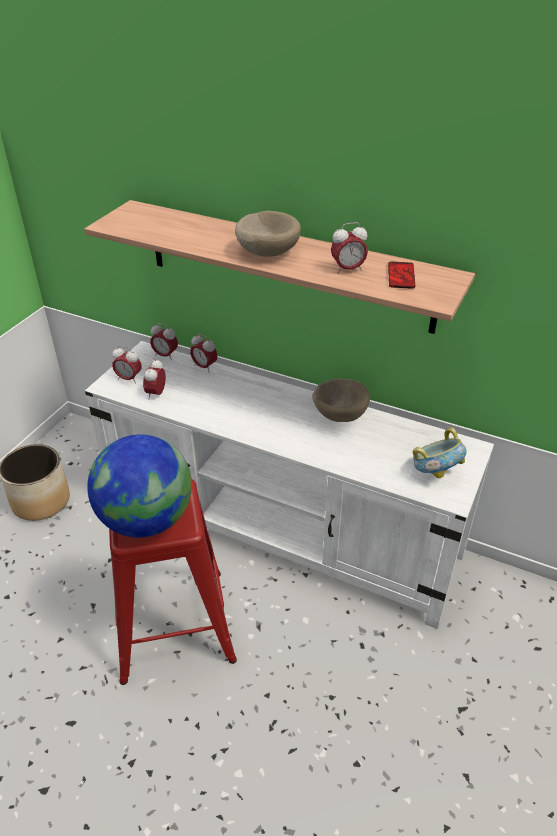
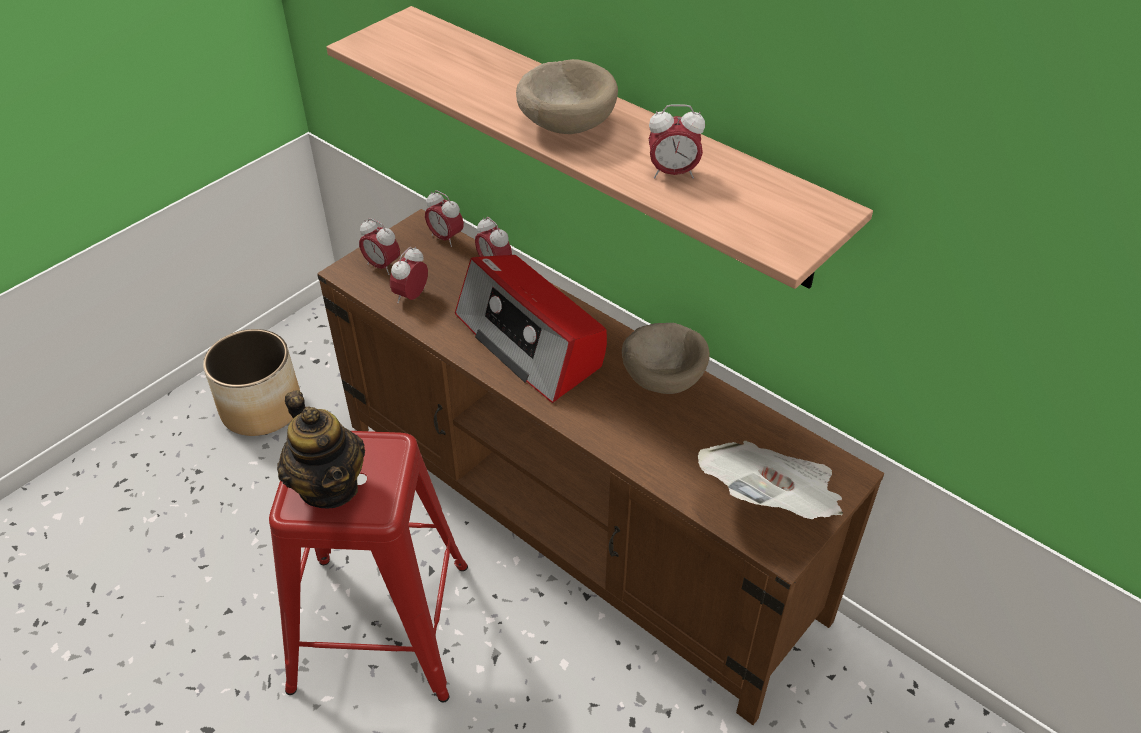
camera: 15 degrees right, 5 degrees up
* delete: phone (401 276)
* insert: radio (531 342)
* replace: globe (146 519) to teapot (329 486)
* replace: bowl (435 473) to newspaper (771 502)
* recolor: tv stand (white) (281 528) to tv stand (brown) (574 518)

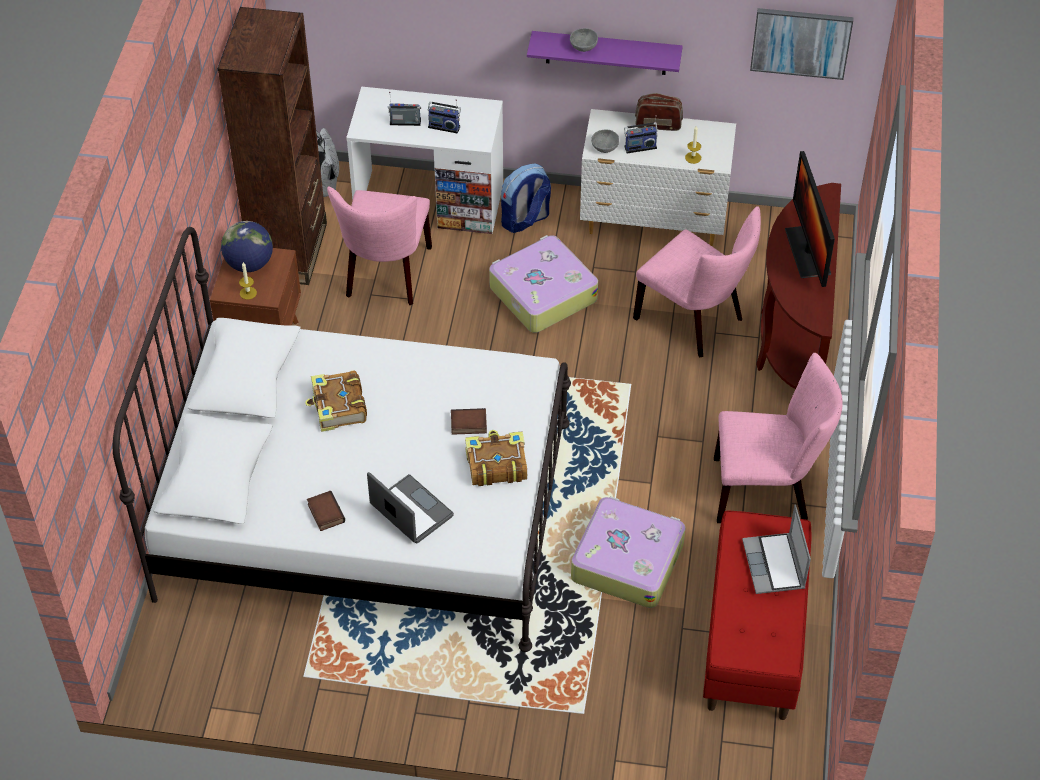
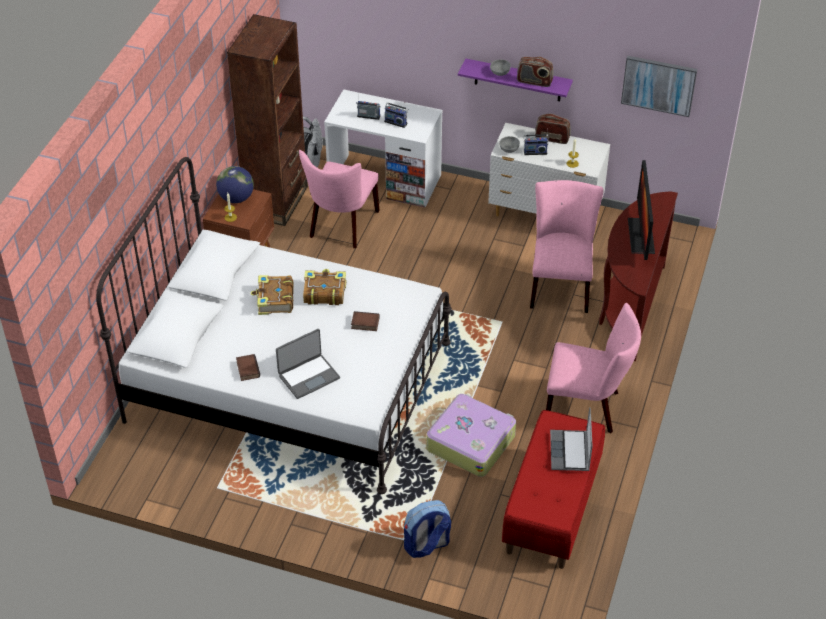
camera: 10 degrees right, 5 degrees down
* delete: suitcase (541 293)
* insert: radio (534 81)
* move: book (495 465) to (324 292)
* move: backpack (525 220) to (426 545)
* rotate: laptop (410 511) = (308 376) 90 degrees clockwise
* rotate: chair (pink) (695 320) = (560 284) 135 degrees counterclockwise

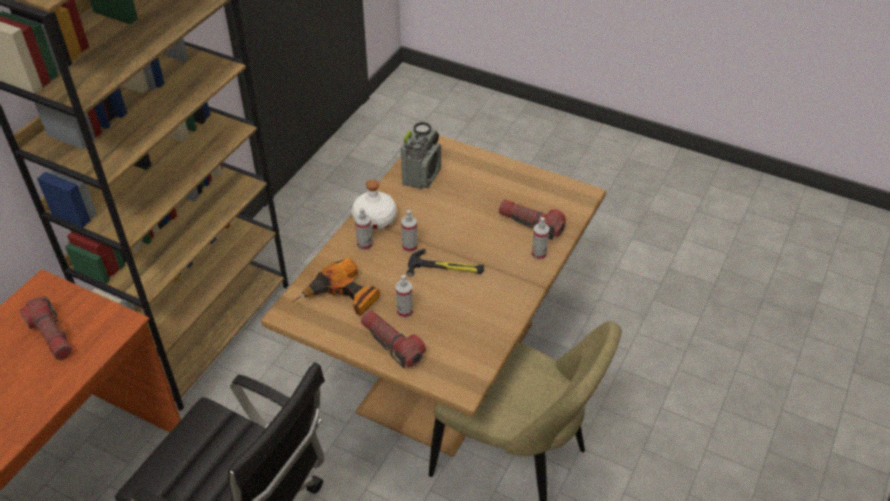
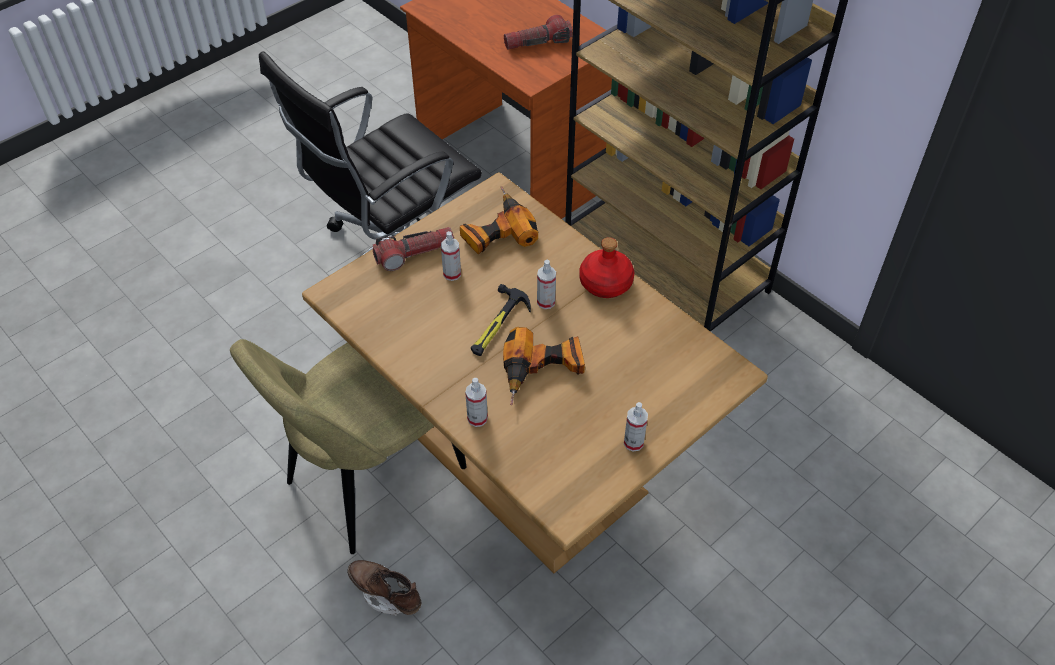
camera: 110 degrees right, 5 degrees up
* delete: radio (422 176)
* delete: flashlight (531 224)
* insert: boot (brown) (386 593)
* insert: power drill (543 371)
* move: spray bottle (365 245) to (633 442)
* recolor: bottle (white) (375 218) to bottle (red) (606 283)

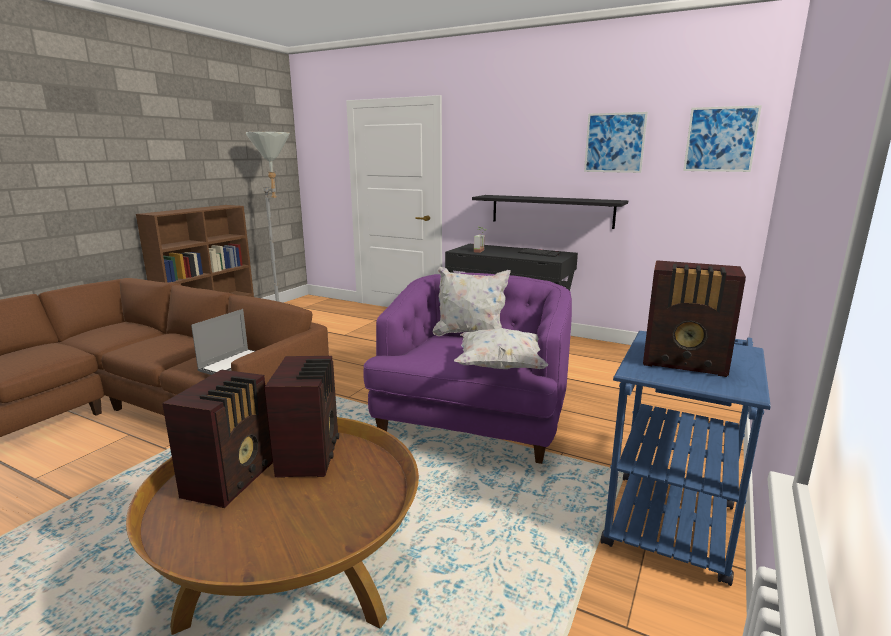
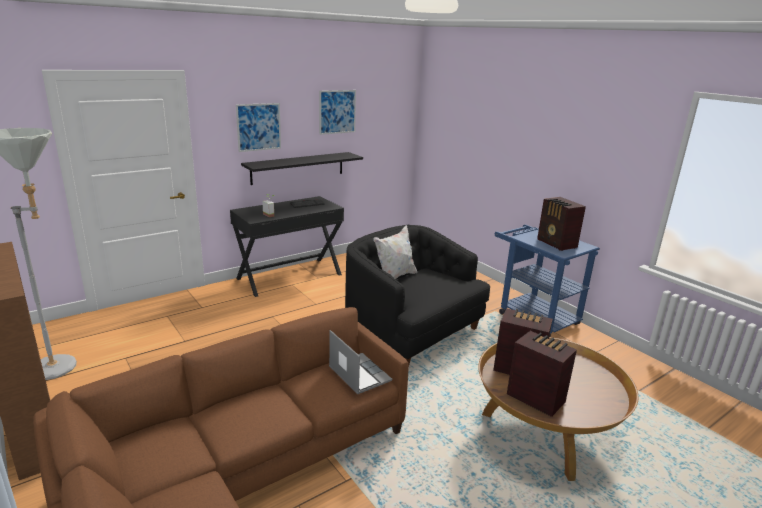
camera: 65 degrees left, 5 degrees up
* delete: pillow (white) (500 367)
* move: picture (720 139) to (259 127)
* recolor: armchair (purple) (473 420) to armchair (black) (411 331)
* rotate: radio (686 363) = (556 244) 105 degrees clockwise

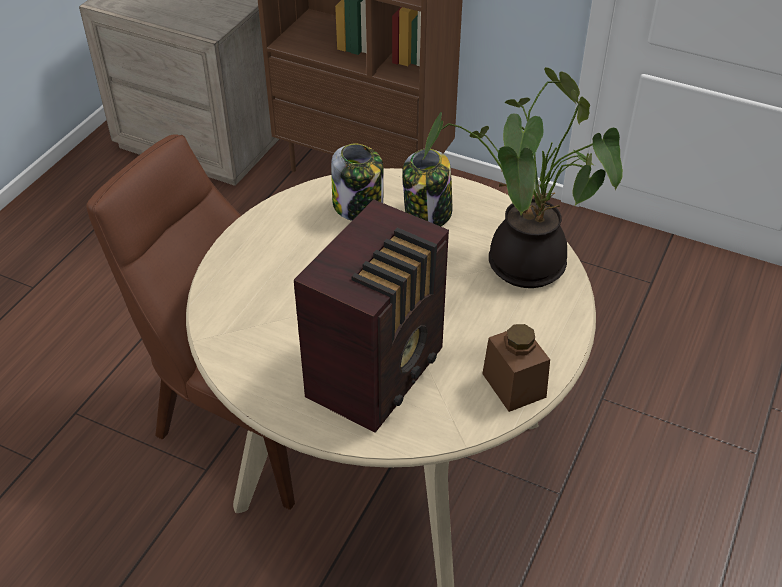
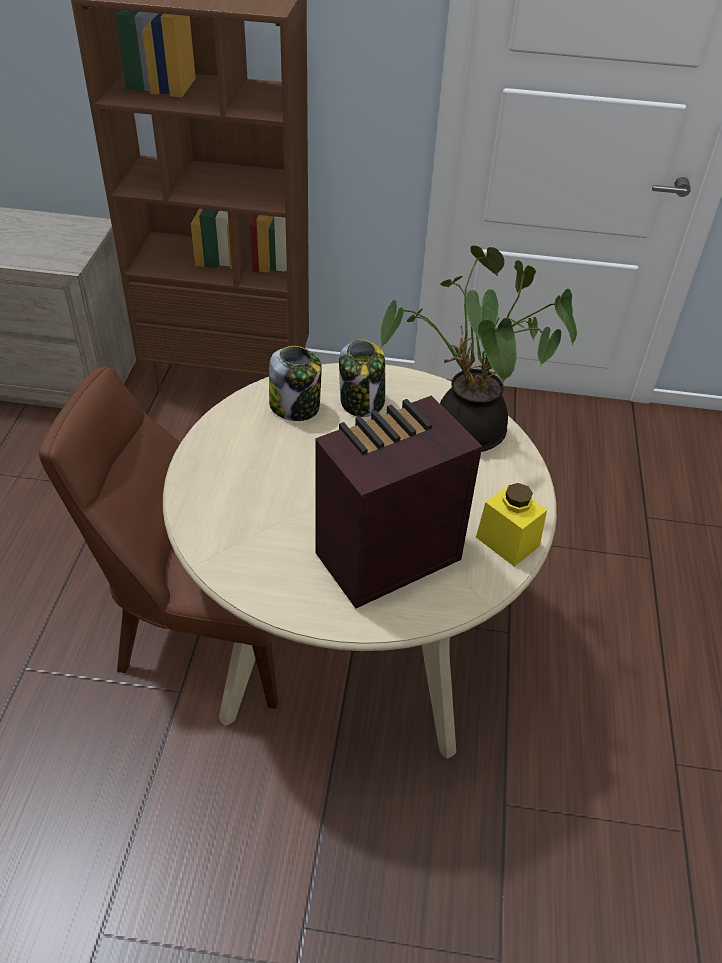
camera: 20 degrees left, 0 degrees up
* recolor: jar (brown) (514 385) to jar (yellow) (507 541)
* rotate: radio (379 372) = (384 557) 135 degrees counterclockwise

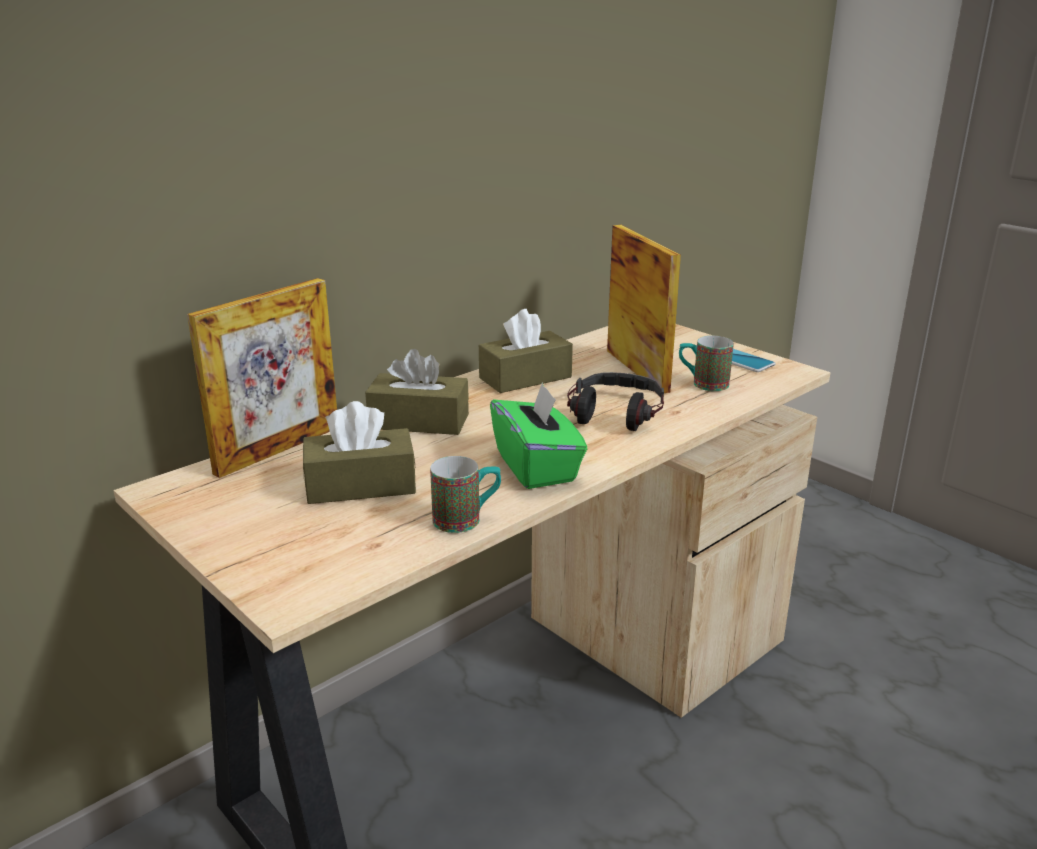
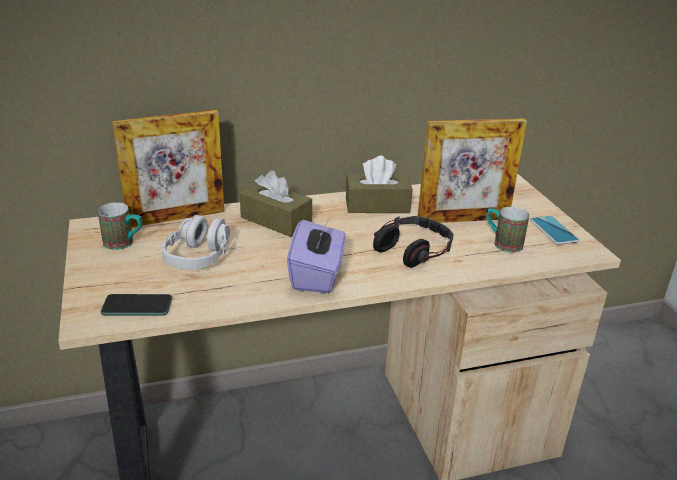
camera: 25 degrees right, 5 degrees up
* insert: phone (137 306)
* move: mug (467 519) to (124 243)
* replace: tissue box (brown) (360 485) to headphones (grey) (198 256)
* recolor: tissue box (green) (537 467) to tissue box (purple) (317 275)
* rotate: picture frame (637 370) = (463 219) 75 degrees clockwise

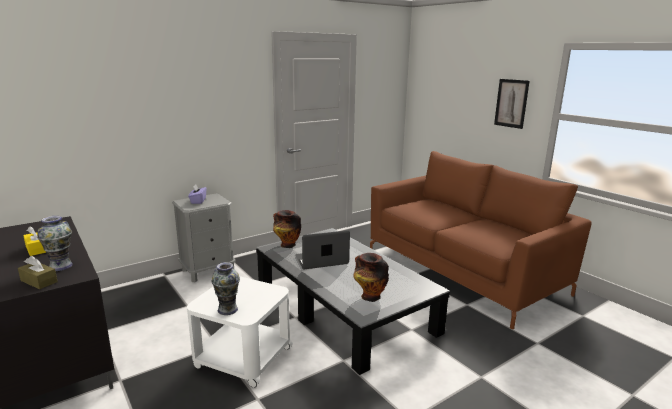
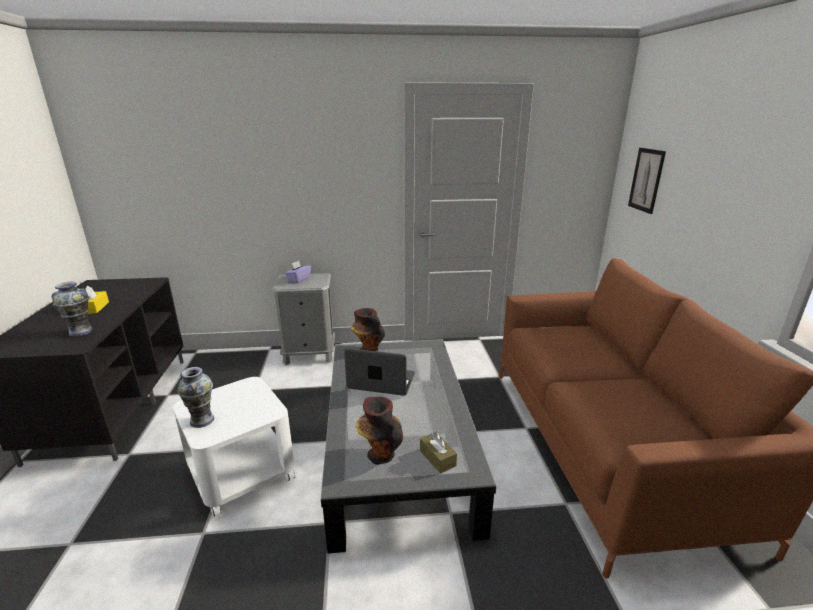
camera: 30 degrees right, 5 degrees up
* move: tissue box (brown) (39 281) to (437 458)
* move: picture (511 103) to (646 180)

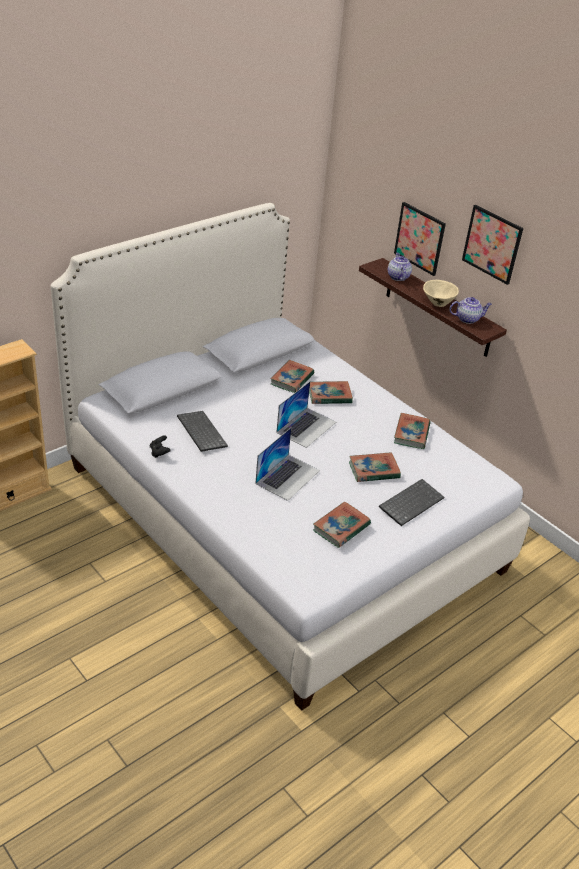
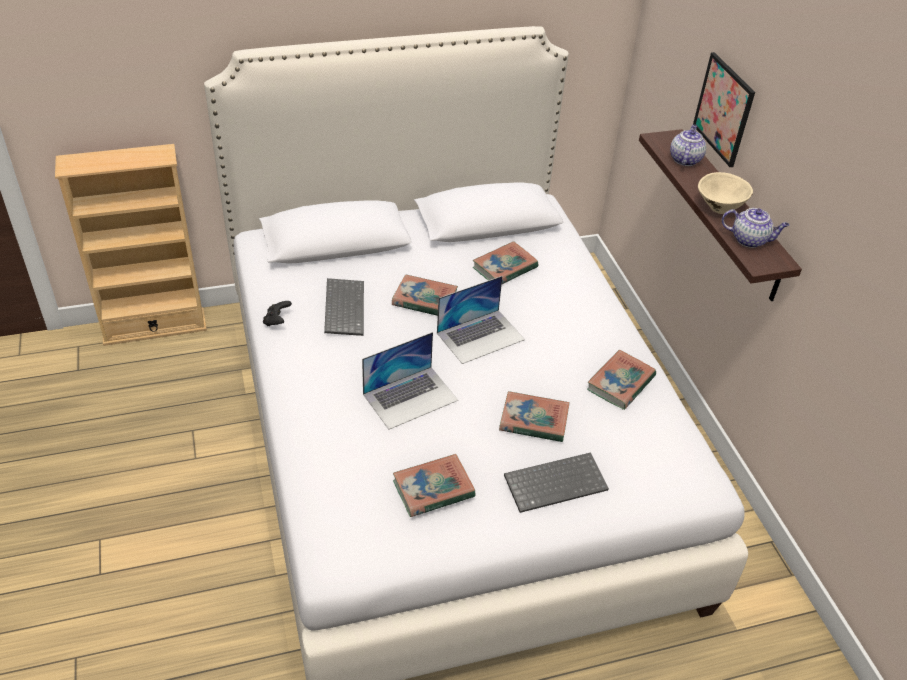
camera: 25 degrees right, 5 degrees up
* delete: picture (492 244)
* move: book (329 395) to (424 300)

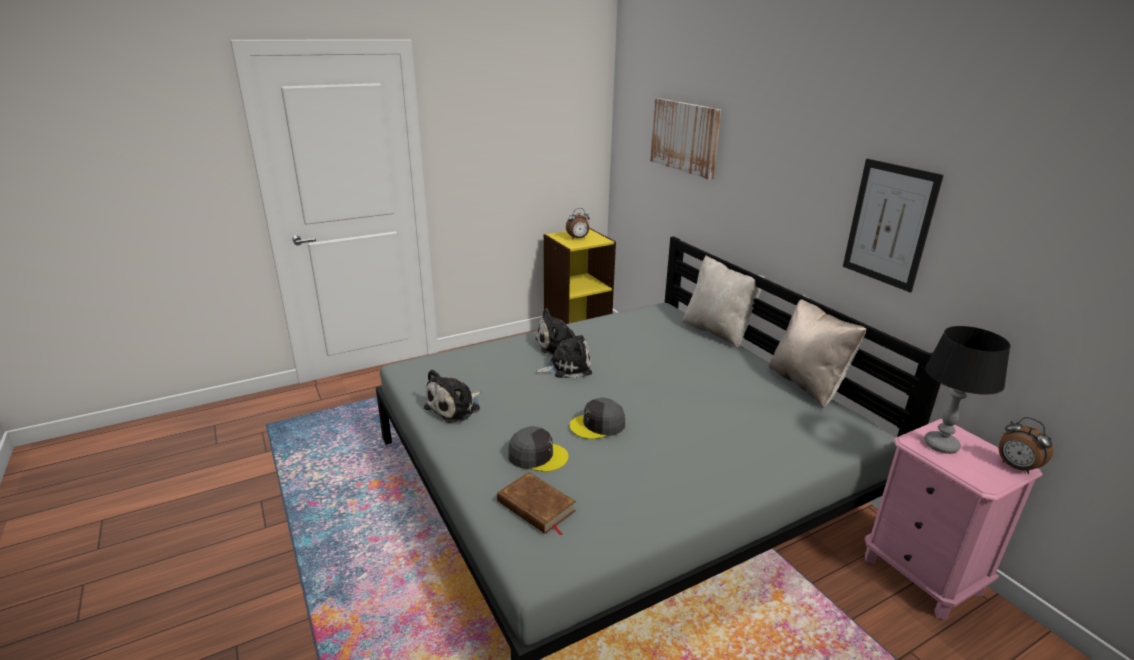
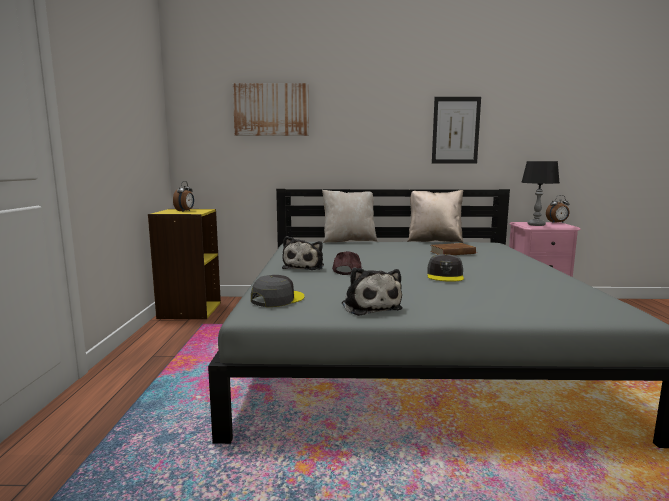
camera: 60 degrees left, 15 degrees down
* move: book (brown) (536 507) to (452 252)
* move: cap (grey) (537 455) to (277 299)
* replace: plush toy (567 367) to cap (brown) (346 270)

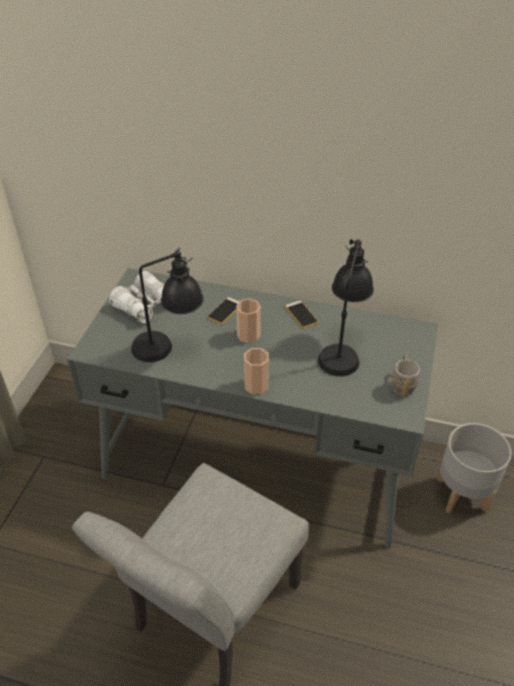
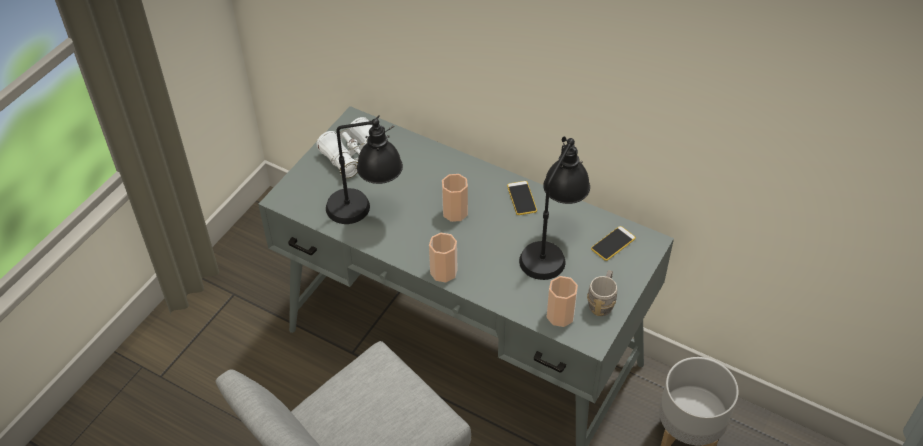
camera: 15 degrees right, 5 degrees up
* insert: cup (560 315)
* move: phone (225 311) to (613 243)

